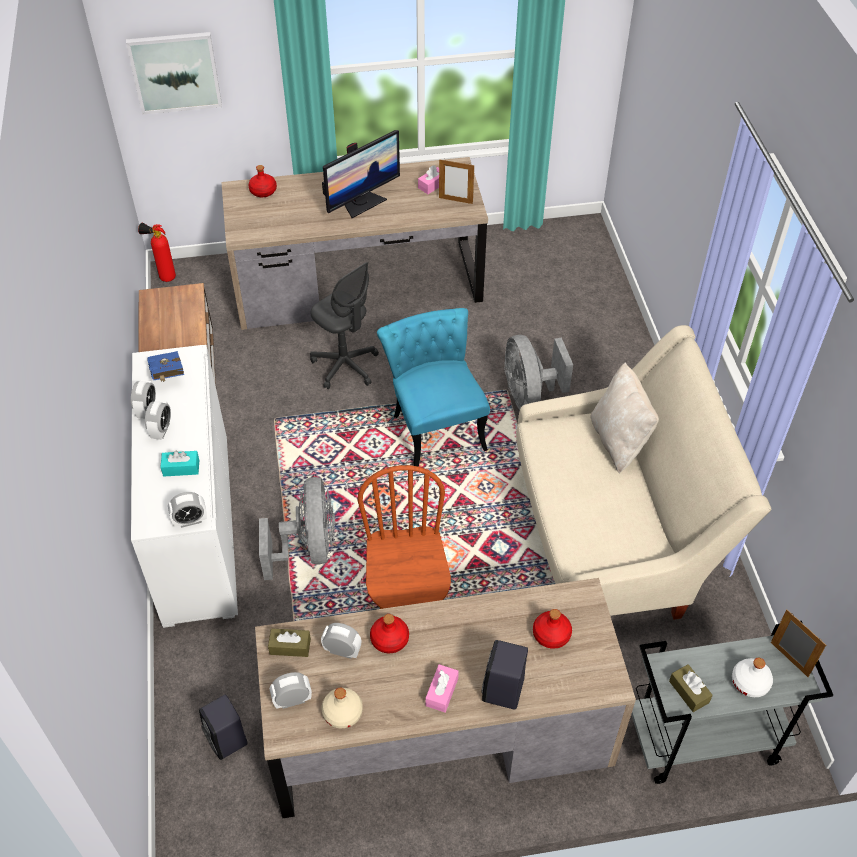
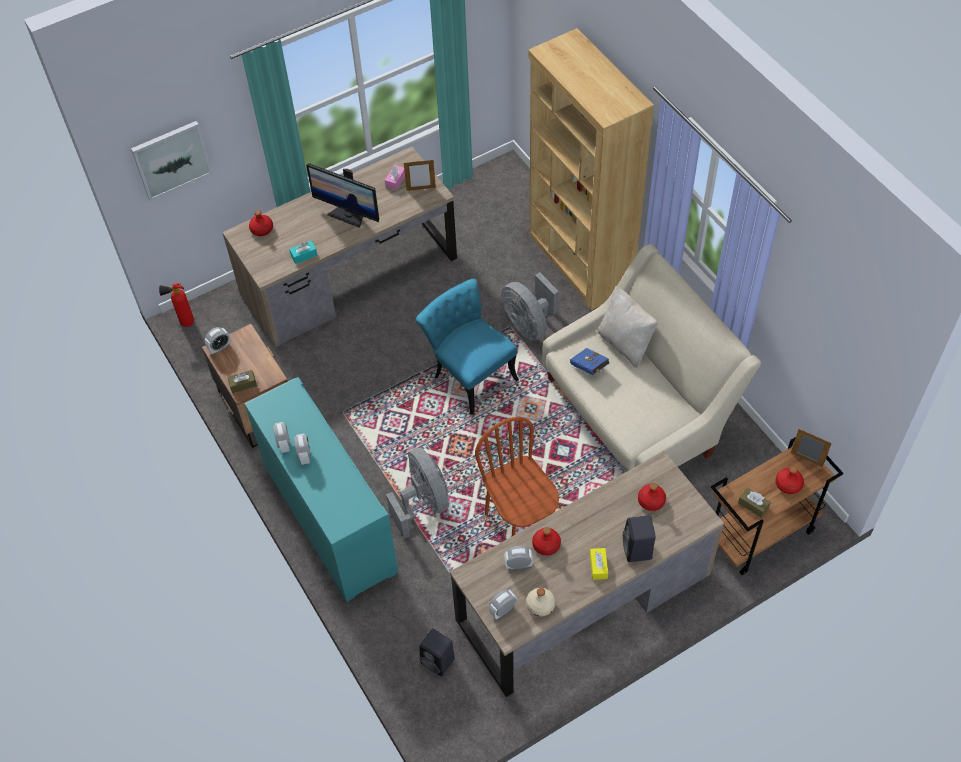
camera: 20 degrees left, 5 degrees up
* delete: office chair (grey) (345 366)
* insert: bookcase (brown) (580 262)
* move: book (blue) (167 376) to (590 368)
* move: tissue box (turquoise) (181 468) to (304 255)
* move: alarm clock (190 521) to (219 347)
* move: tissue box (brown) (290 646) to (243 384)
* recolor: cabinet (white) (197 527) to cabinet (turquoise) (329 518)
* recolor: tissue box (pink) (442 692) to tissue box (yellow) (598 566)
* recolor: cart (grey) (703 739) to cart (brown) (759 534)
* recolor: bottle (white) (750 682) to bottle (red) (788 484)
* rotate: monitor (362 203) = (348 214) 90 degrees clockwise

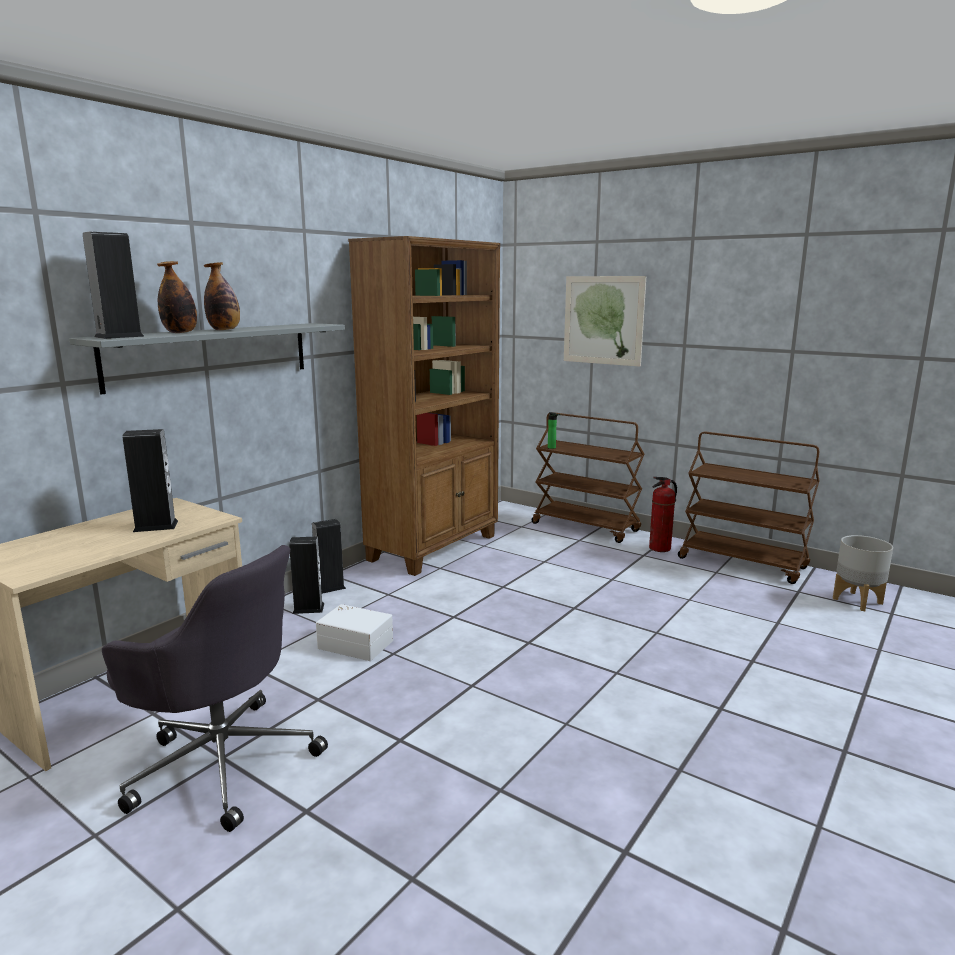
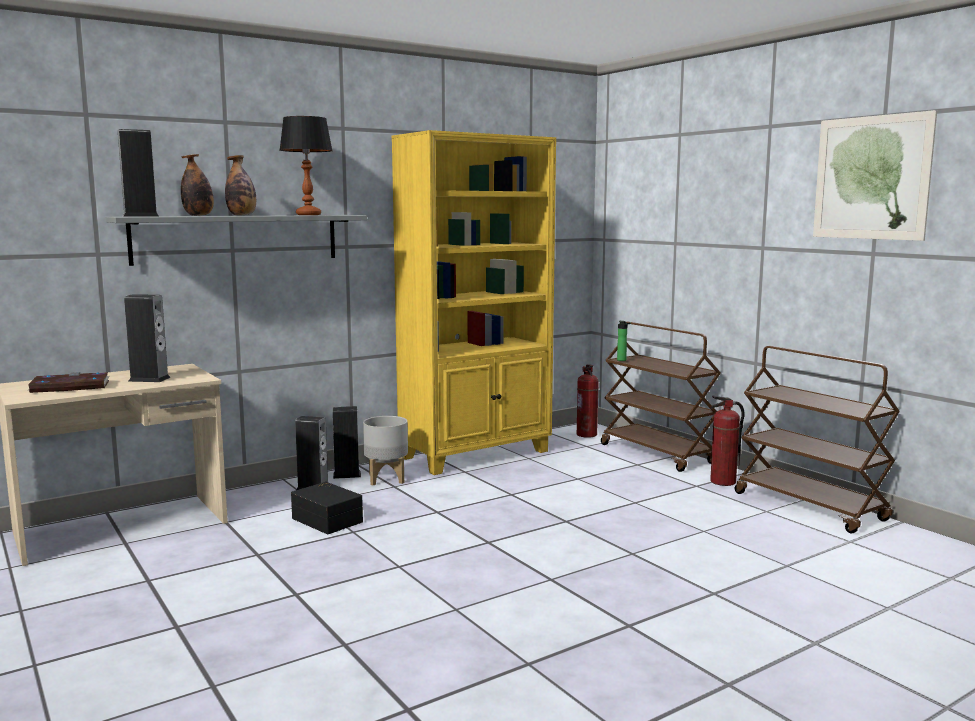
camera: 20 degrees right, 5 degrees down
* delete: office chair (grey) (222 761)
* insert: book (70 387)
* insert: table lamp (308 215)
* insert: fire extinguisher (587 434)
* move: picture (603 320) to (871 178)
* move: planter (grey) (858 601) to (386 479)
* recolor: storage box (white) (356 643) to storage box (black) (328 519)
* recolor: bookcase (brown) (434 548) to bookcase (yellow) (477 454)

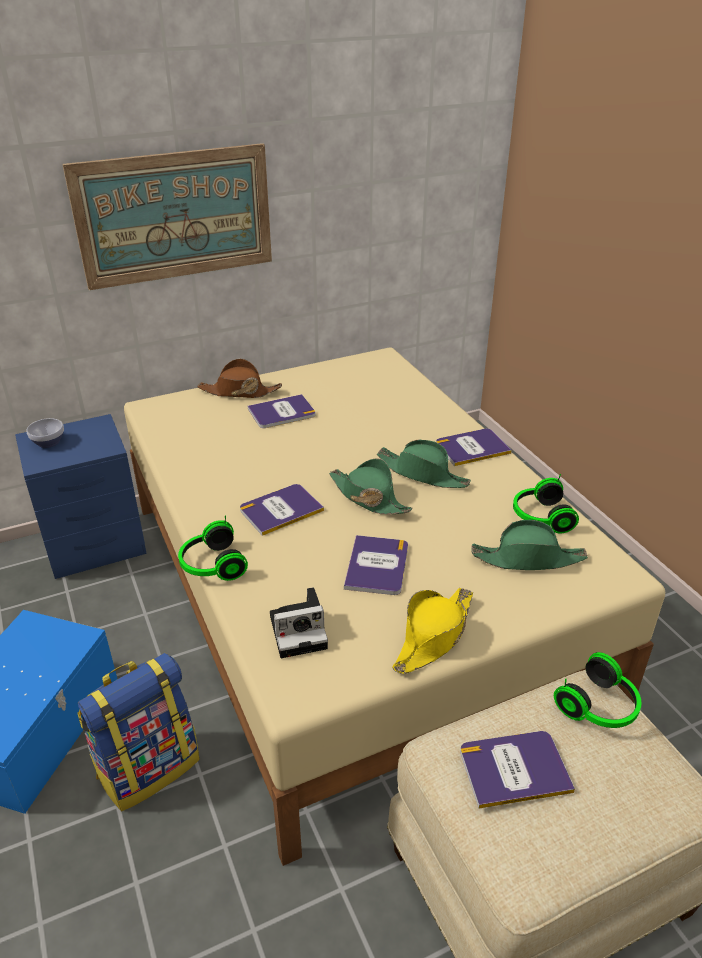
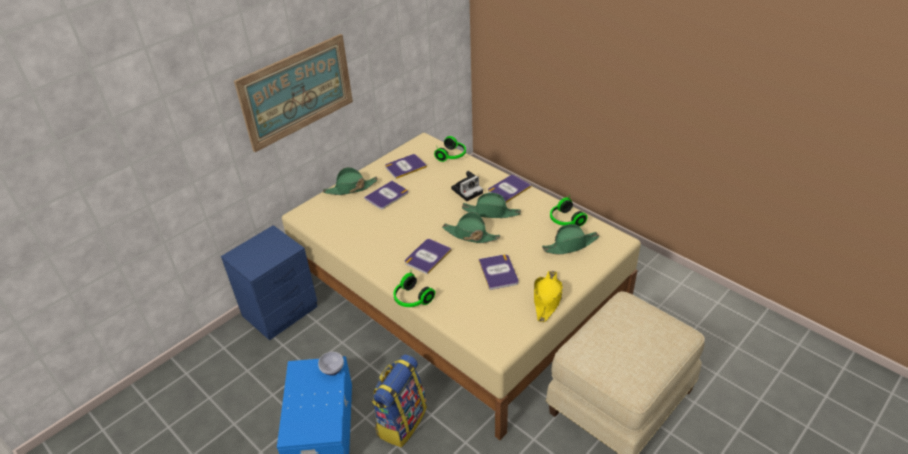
camera: 20 degrees left, 5 degrees up
* move: bowl (48 443) to (332 370)
* move: photo camera (300 630) to (467 190)
* move: book (514 769) to (405 166)
* move: headphones (599 707) to (452 156)
* recolor: hat (brown) (239 391) to hat (green) (350 188)

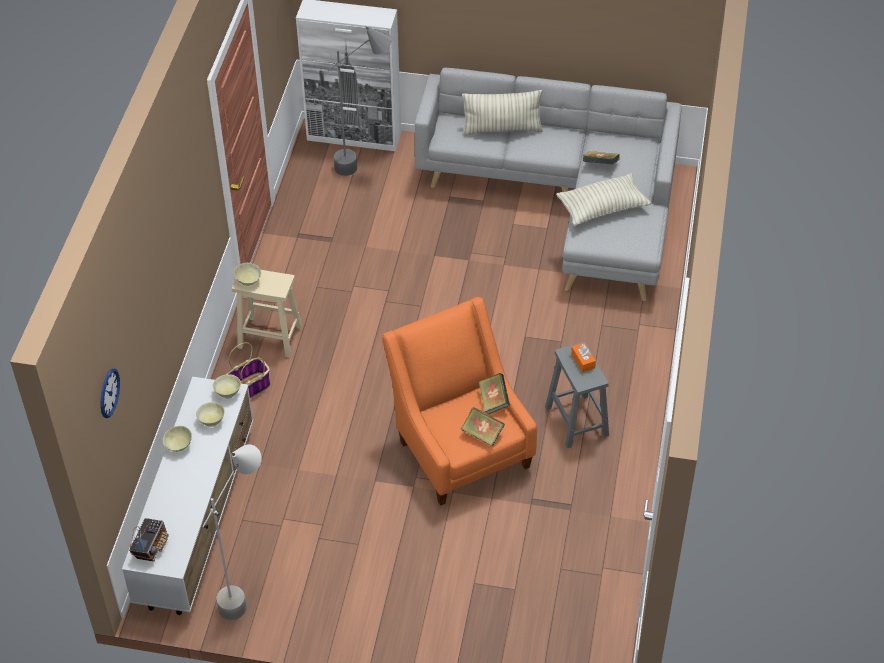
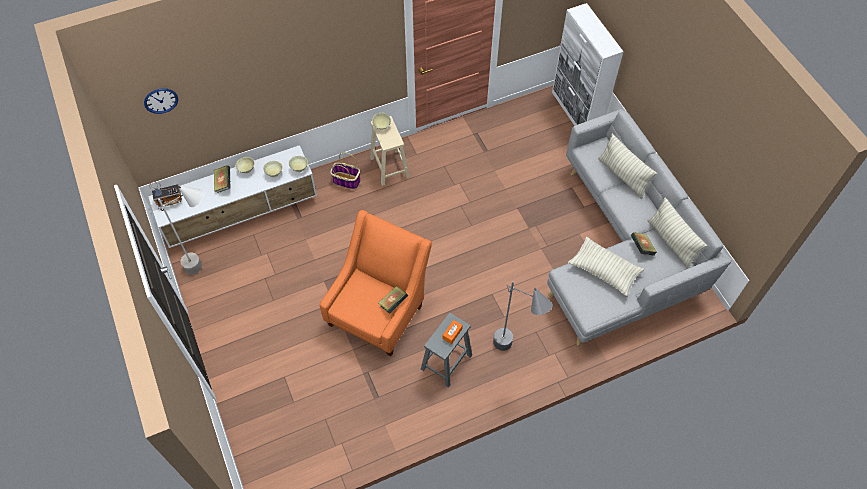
camera: 55 degrees right, 10 degrees up
* insert: pillow (671 242)
* move: floor lamp (grey) (365 166) to (514 353)
* move: book (482 434) to (223 183)

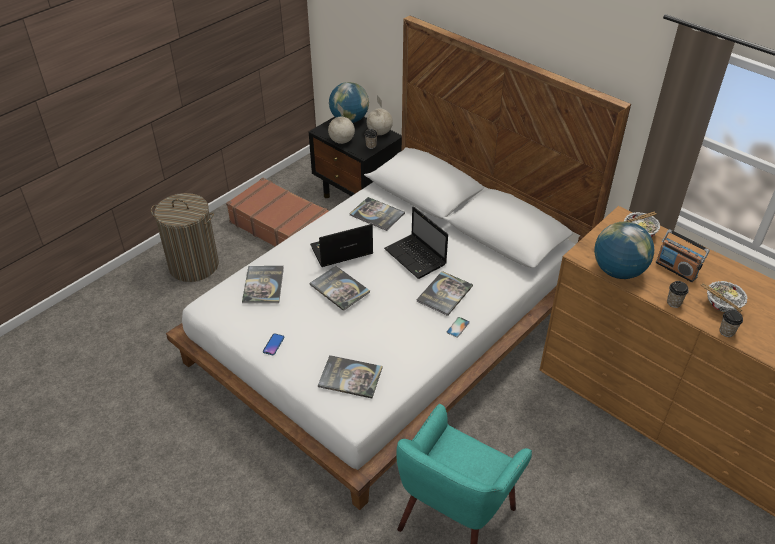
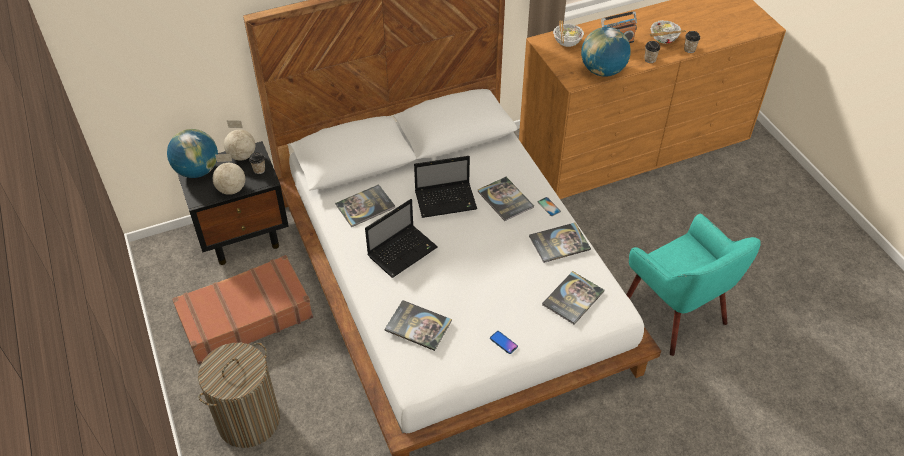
camera: 65 degrees left, 5 degrees up
* move: book (339 288) to (559 243)
* rotate: laptop (340 251) = (403 251) 135 degrees counterclockwise

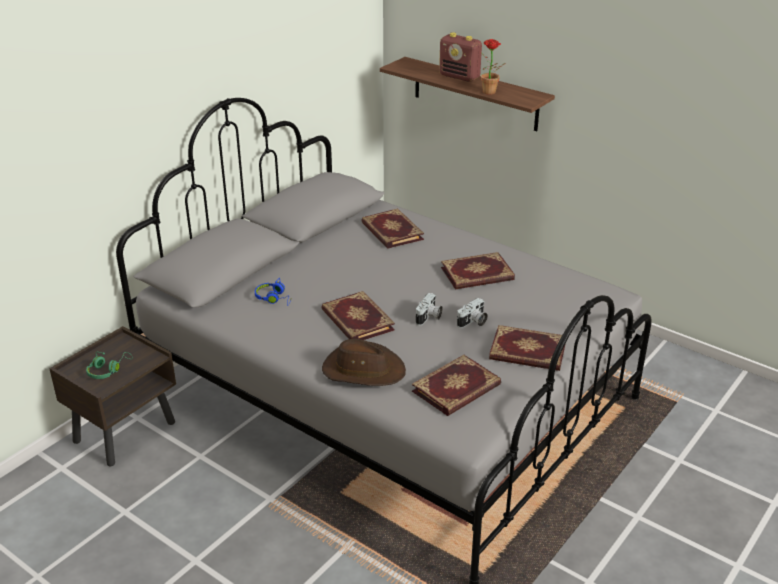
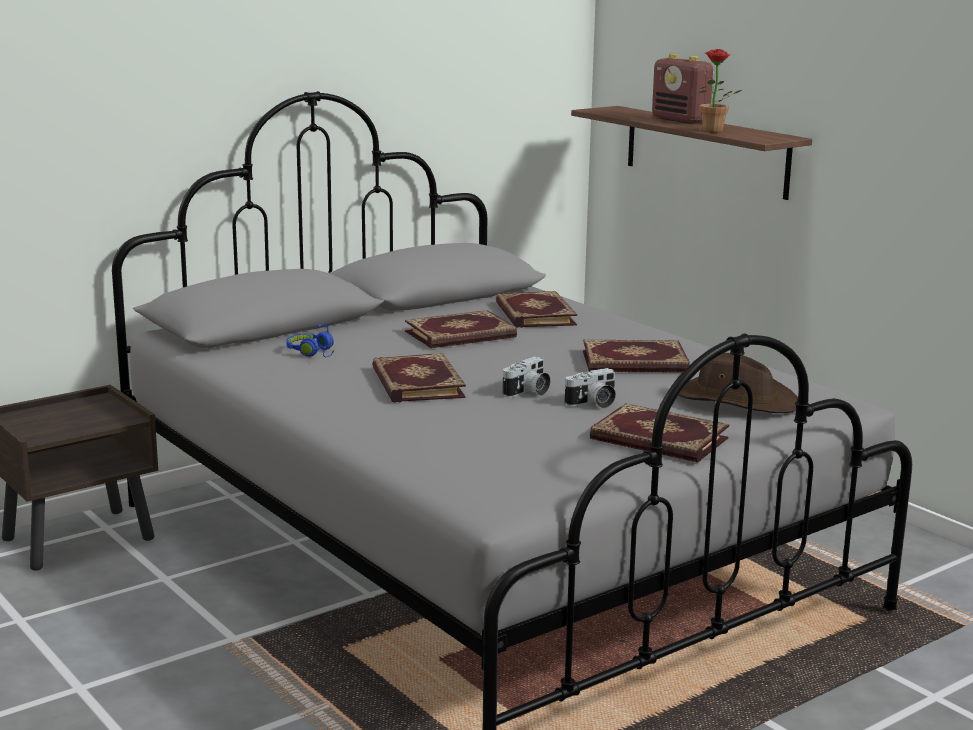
camera: 15 degrees right, 15 degrees down
* delete: headphones (green) (108 370)
* move: hat (brown) (363 370) to (736 401)
* move: book (457 389) to (461 335)

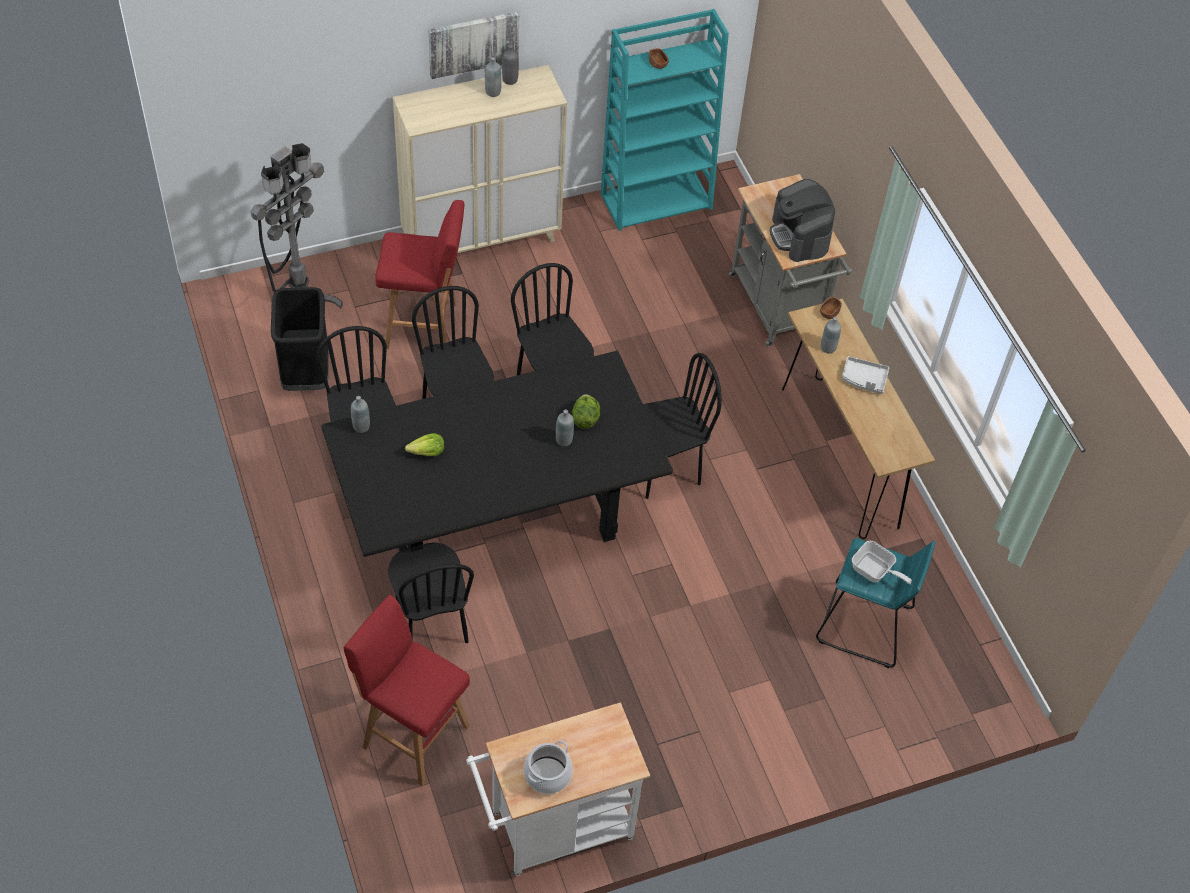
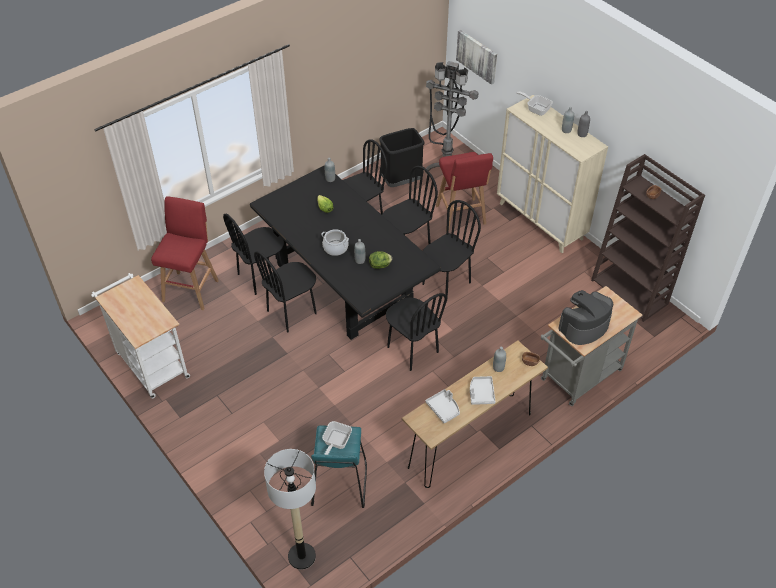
camera: 75 degrees right, 5 degrees down
* insert: chair (black) (292 312)
* insert: floor lamp (302 556)
* insert: tray (grey) (443 408)
* insert: frying pan (536 109)
* move: picture (473 43) to (477 56)
* move: cooking pot (547 774) to (335 248)
* recolor: bookcase (turquoise) (657 200) to bookcase (brown) (630 292)

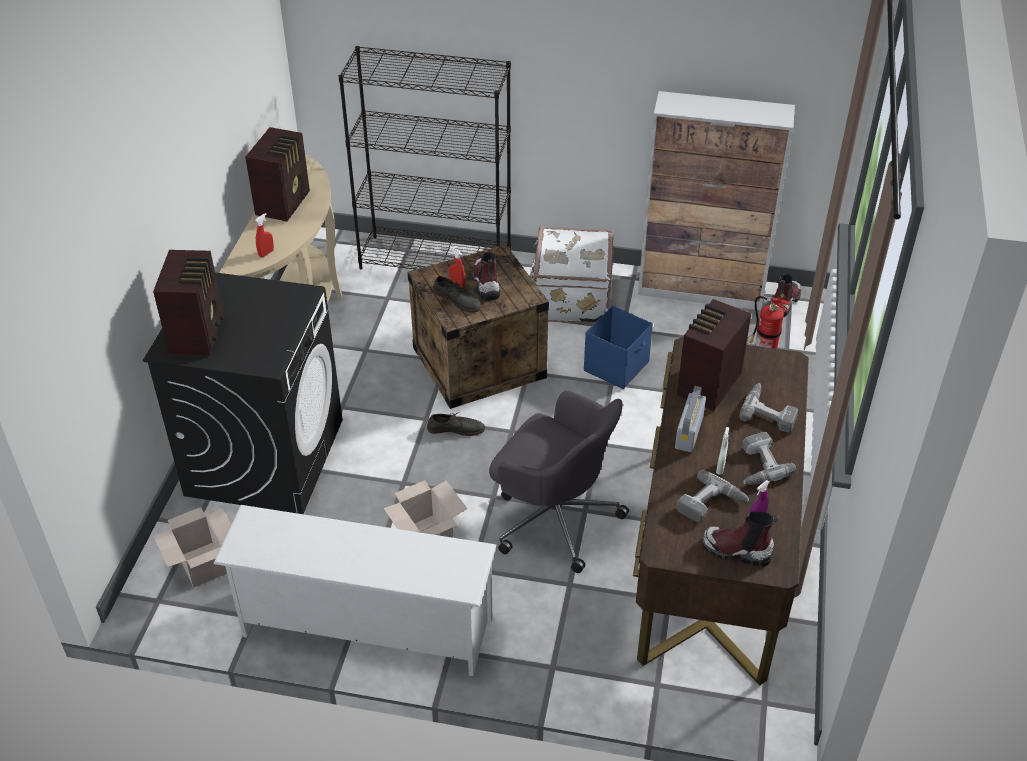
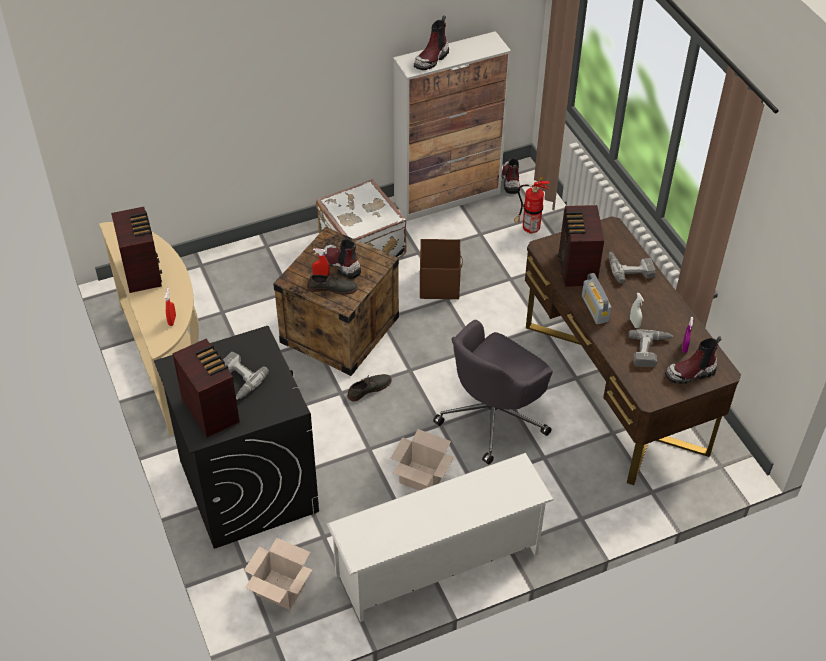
camera: 35 degrees left, 5 degrees up
* delete: bookcase (black) (436 260)
* insert: boot (431 59)
* move: power drill (757 465) to (238 380)
* recolor: storage box (blue) (617 366) to storage box (brown) (439 284)
* rotate: office chair (grey) (554 517) = (493 417) 135 degrees clockwise

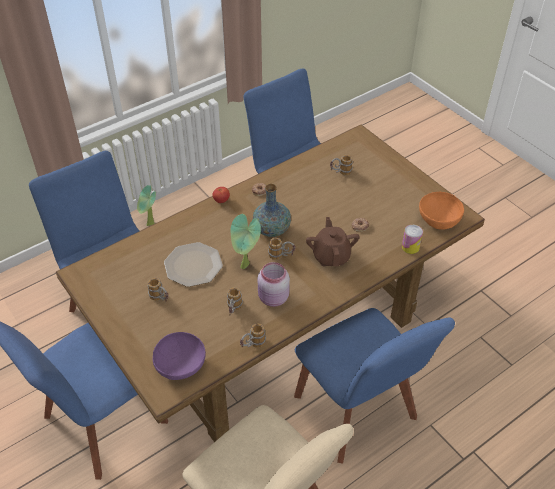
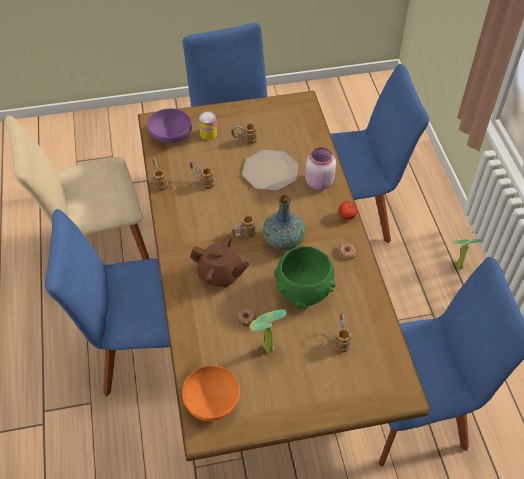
camera: 115 degrees right, 5 degrees up
* insert: bowl (green) (304 291)
* move: potted plant (245 267) to (265 348)
* move: jar (pink) (273 298) to (318 182)
* move: can (410 247) to (208 134)

